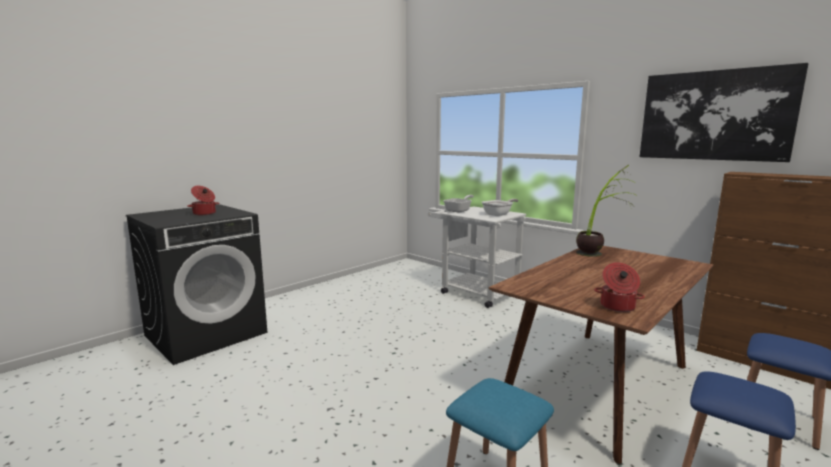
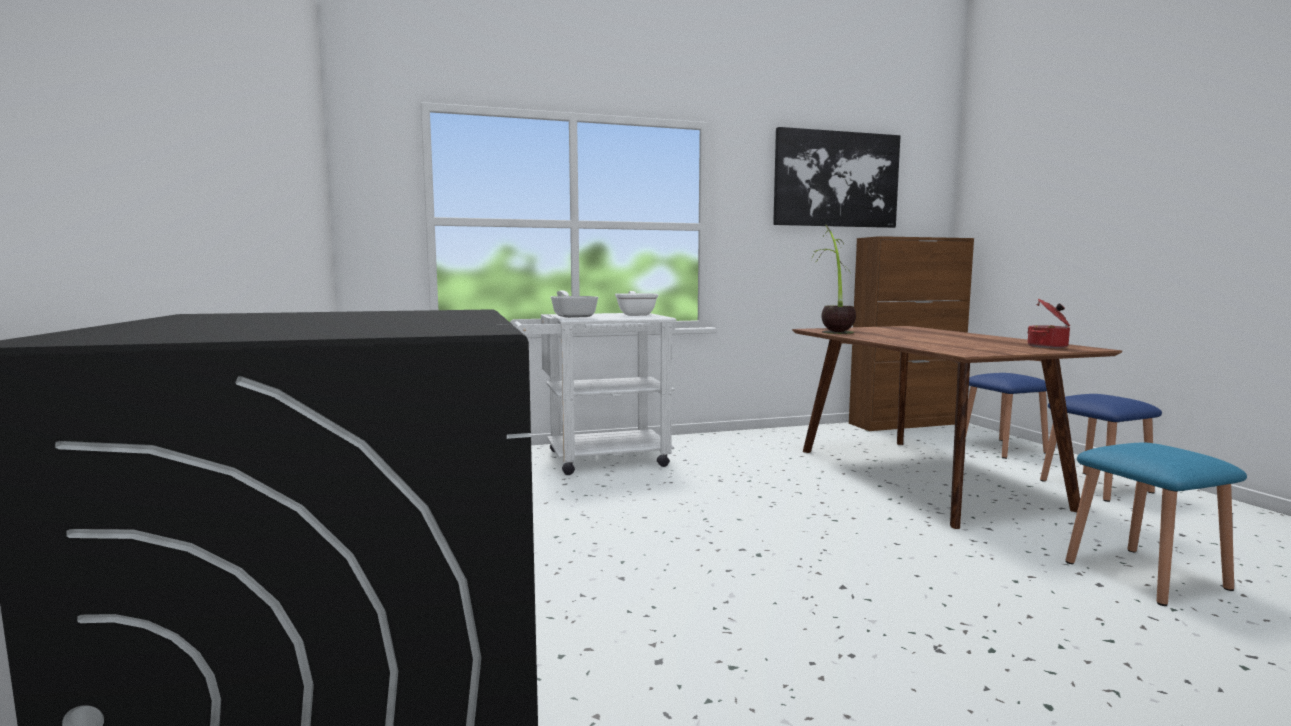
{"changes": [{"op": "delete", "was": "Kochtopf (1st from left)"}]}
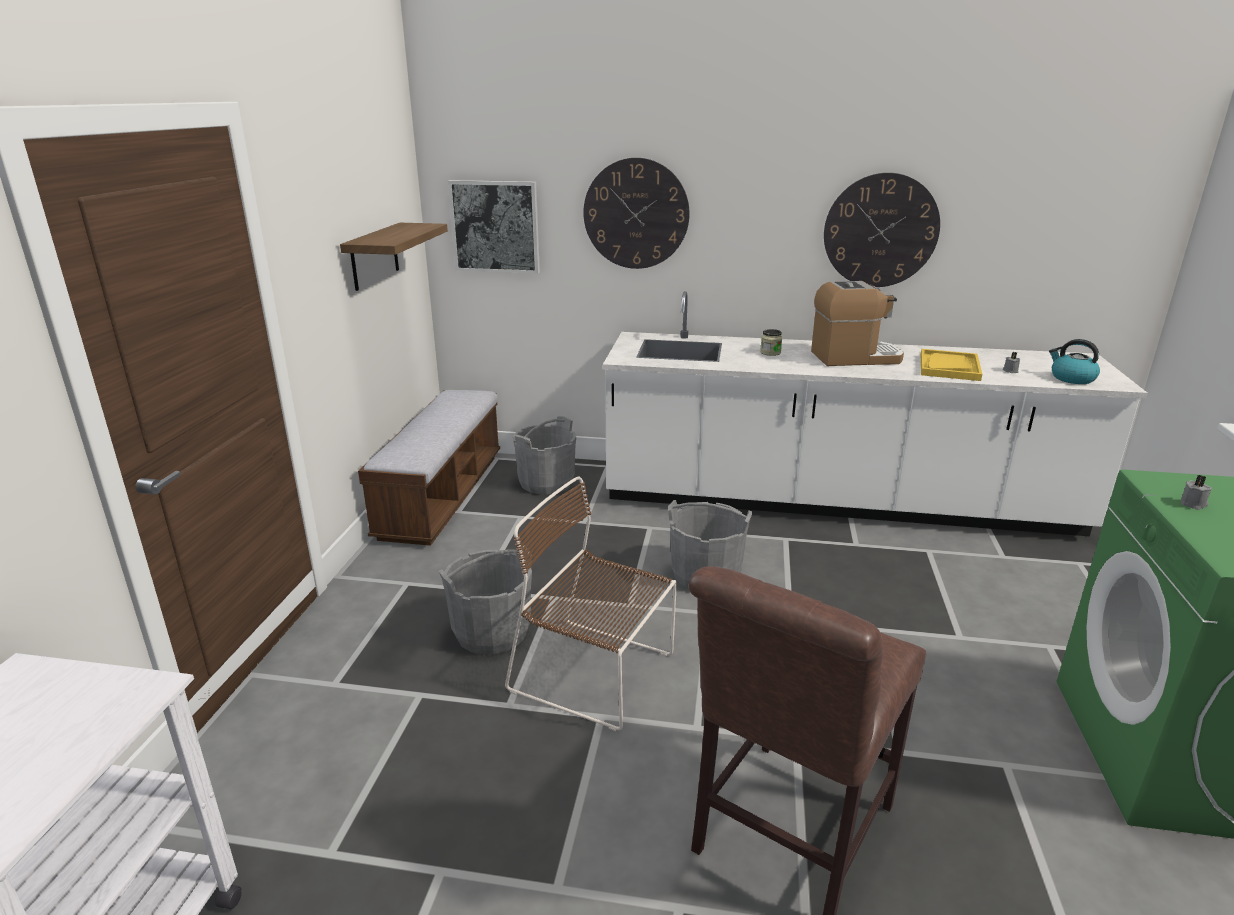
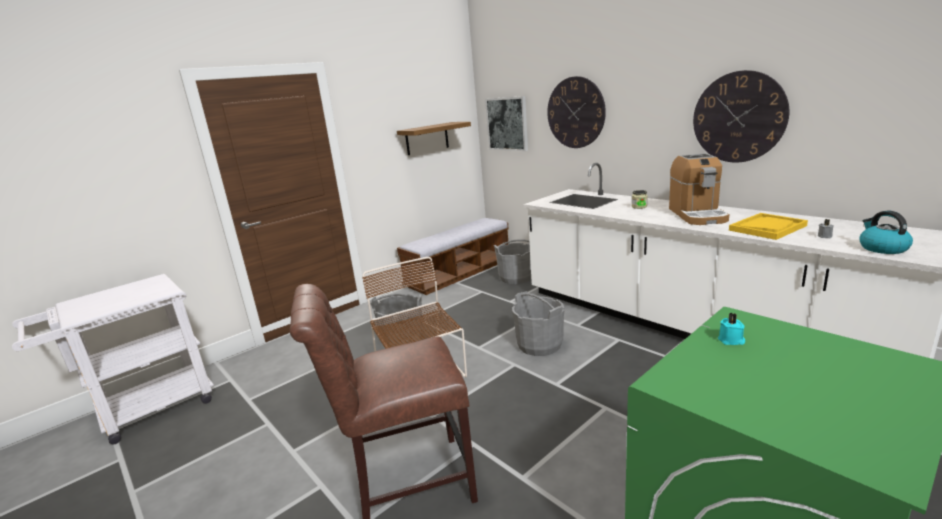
{"changes": [{"op": "recolor", "was": "Kerze/grau (2nd from left)", "now": "Kerze/türkis"}, {"op": "rotate", "was": "Kaffeemaschine", "clockwise": 60}]}
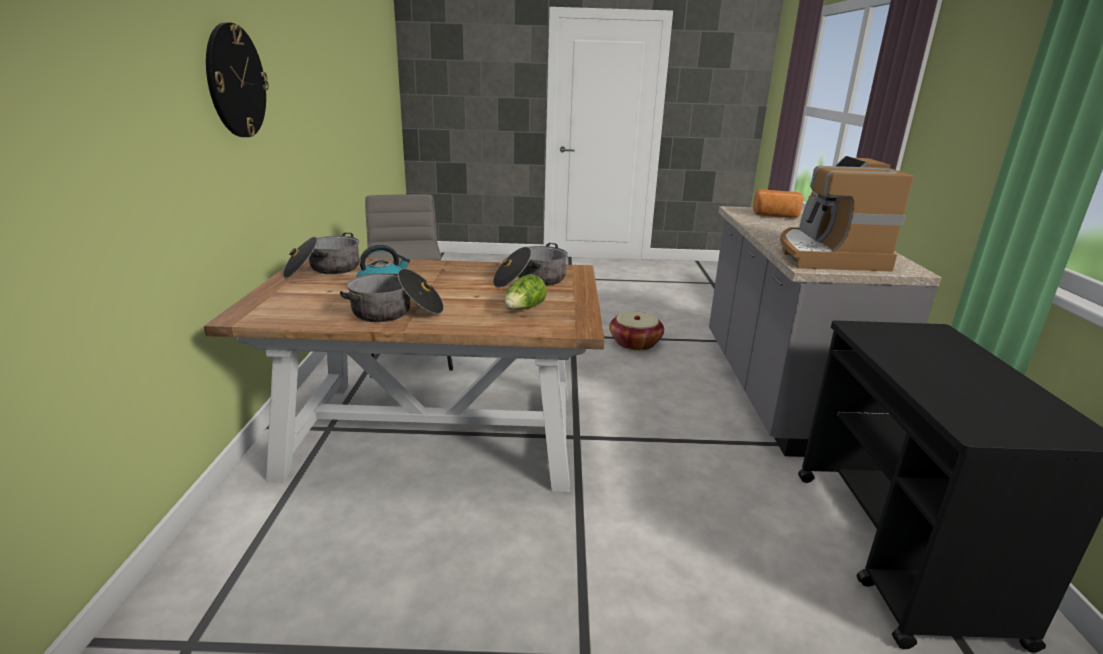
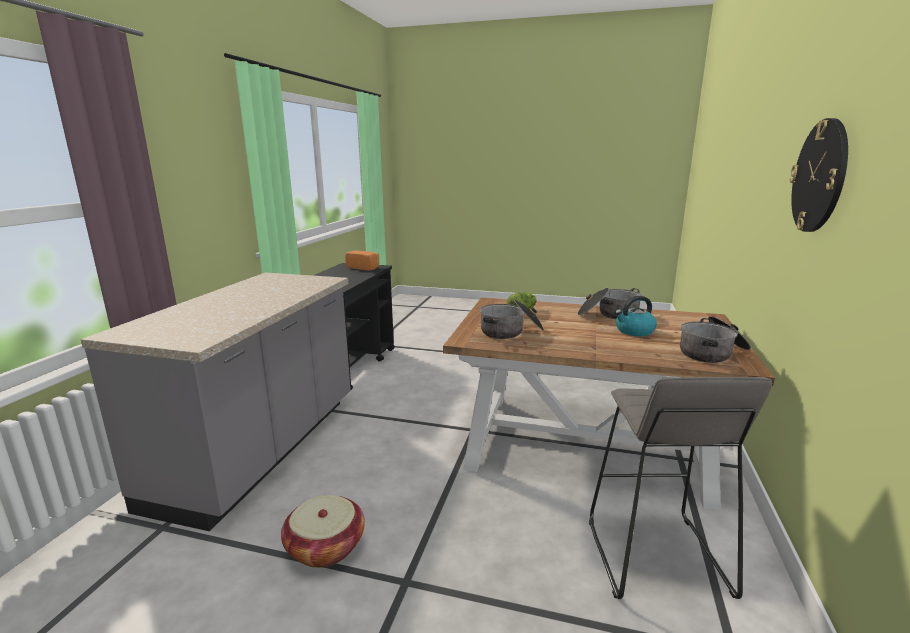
{"changes": [{"op": "delete", "was": "Kaffeemaschine"}, {"op": "move", "was": "Brot"}]}
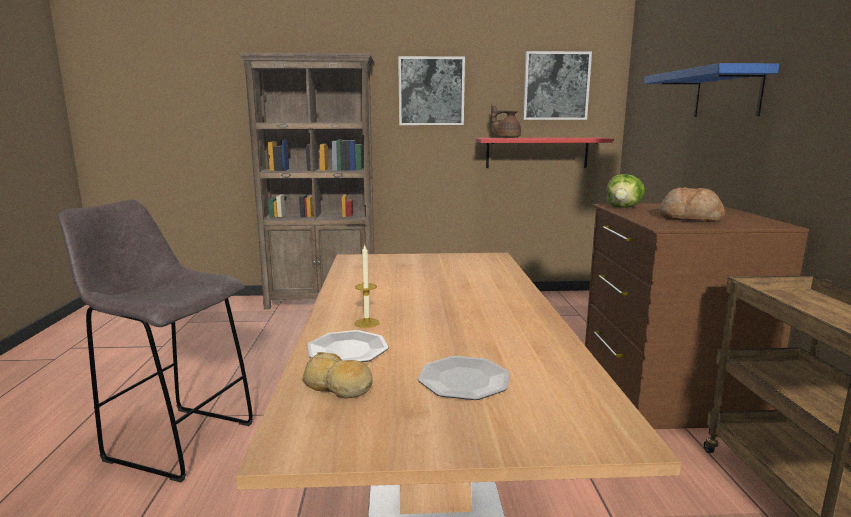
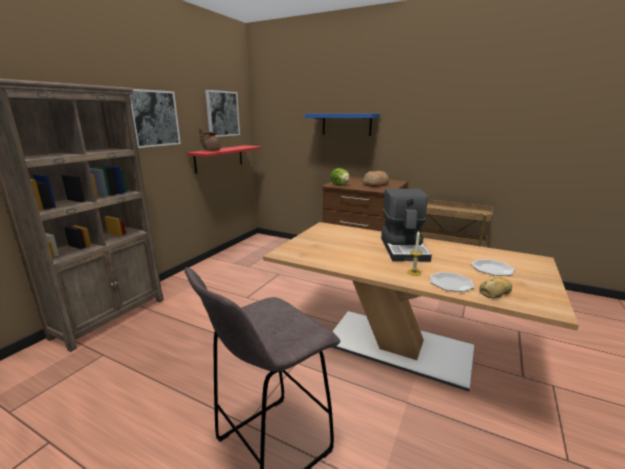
{"changes": [{"op": "insert", "now": "Kaffeemaschine"}]}
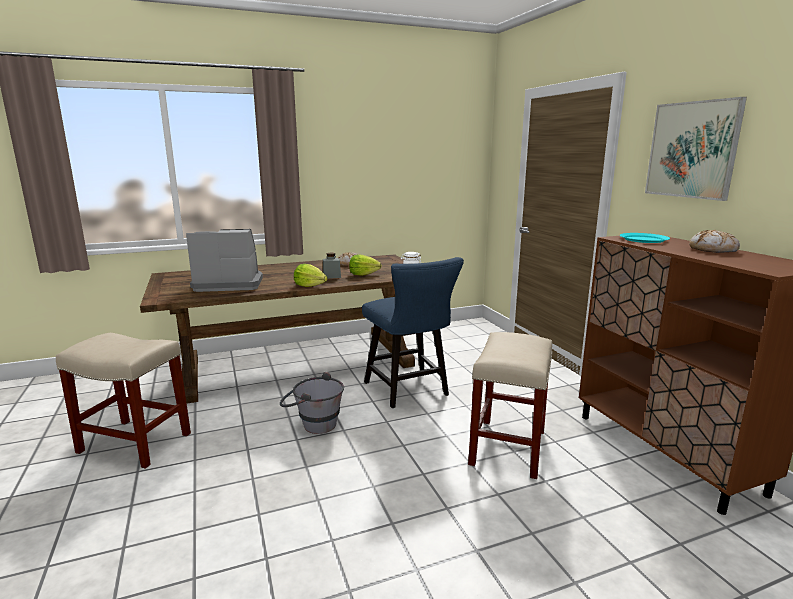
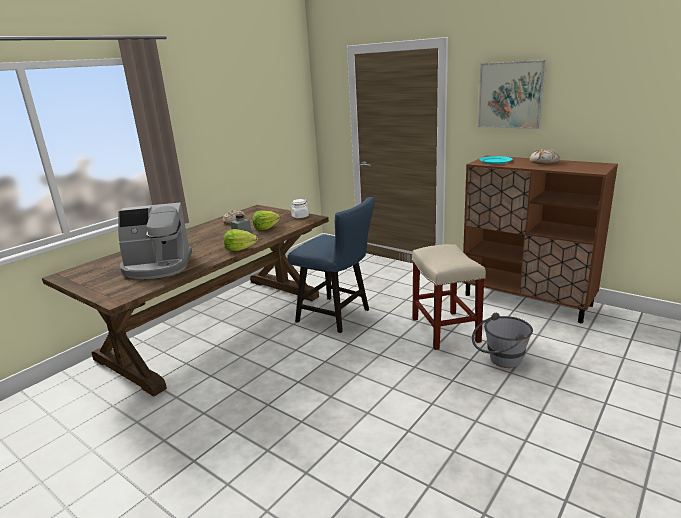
{"changes": [{"op": "delete", "was": "Hocker/beige (1st from left)"}, {"op": "move", "was": "Eimer/grau"}, {"op": "rotate", "was": "Kaffeemaschine", "clockwise": -150}]}
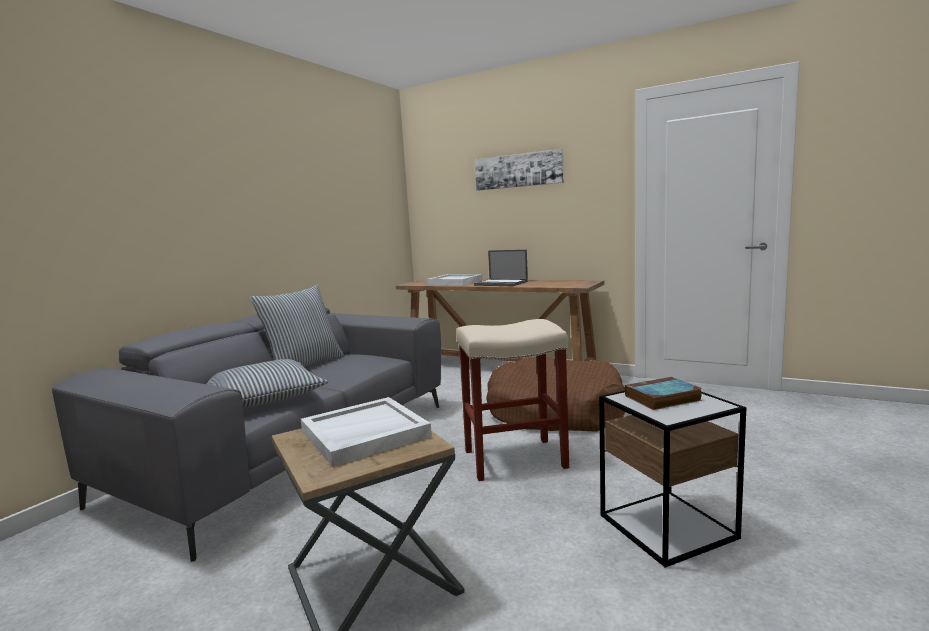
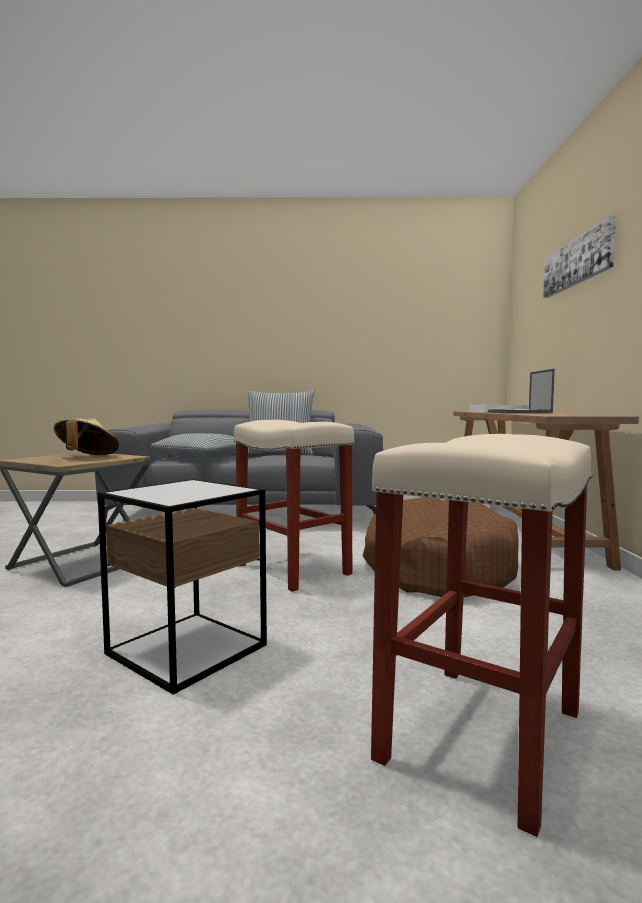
{"changes": [{"op": "delete", "was": "Buch"}, {"op": "insert", "now": "Hocker/beige (2nd from left)"}, {"op": "replace", "was": "Tablett/weiß (1st from left)", "now": "Hut/beige"}]}
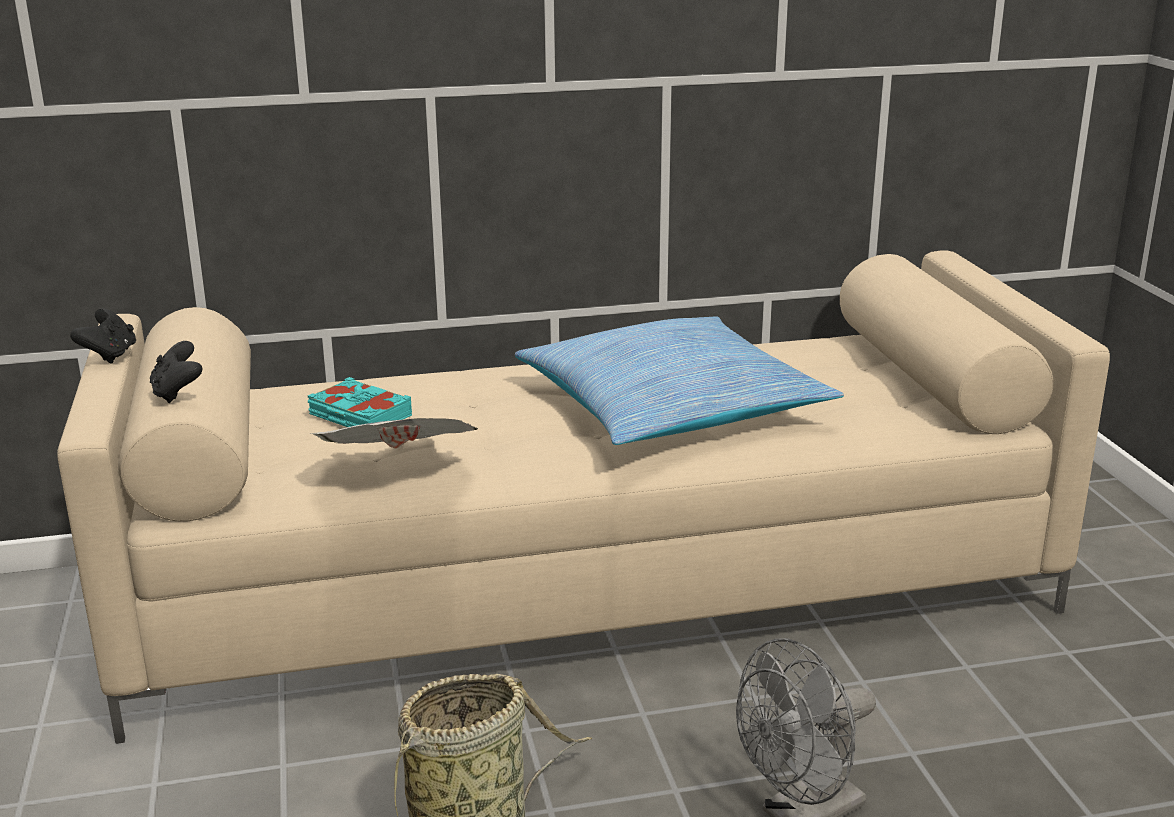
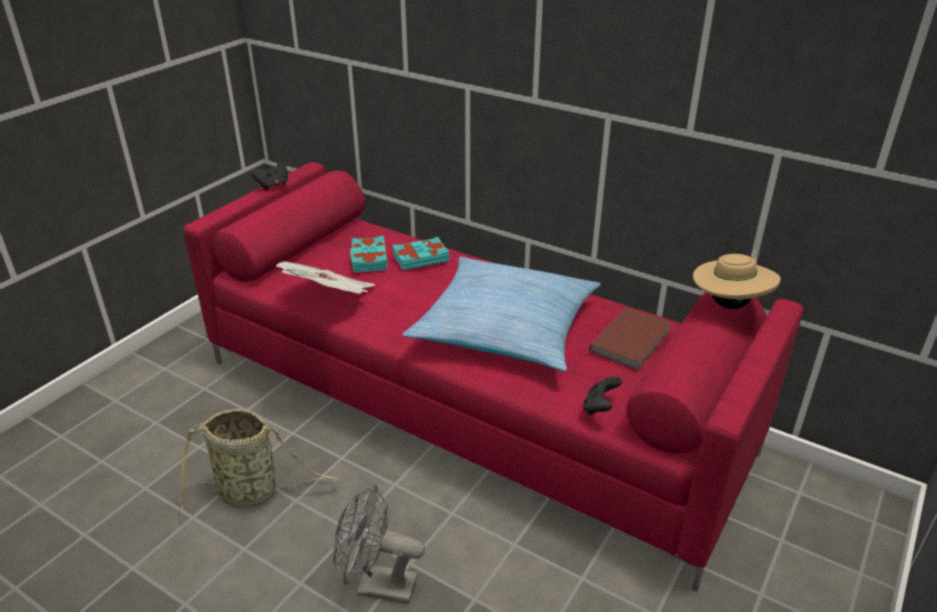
{"changes": [{"op": "insert", "now": "Buch/türkis (2nd from left)"}, {"op": "insert", "now": "Buch/braun"}, {"op": "insert", "now": "Hut/beige"}, {"op": "move", "was": "Gamepad/schwarz (2nd from left)"}, {"op": "recolor", "was": "Sofa/beige", "now": "Sofa/rot"}]}
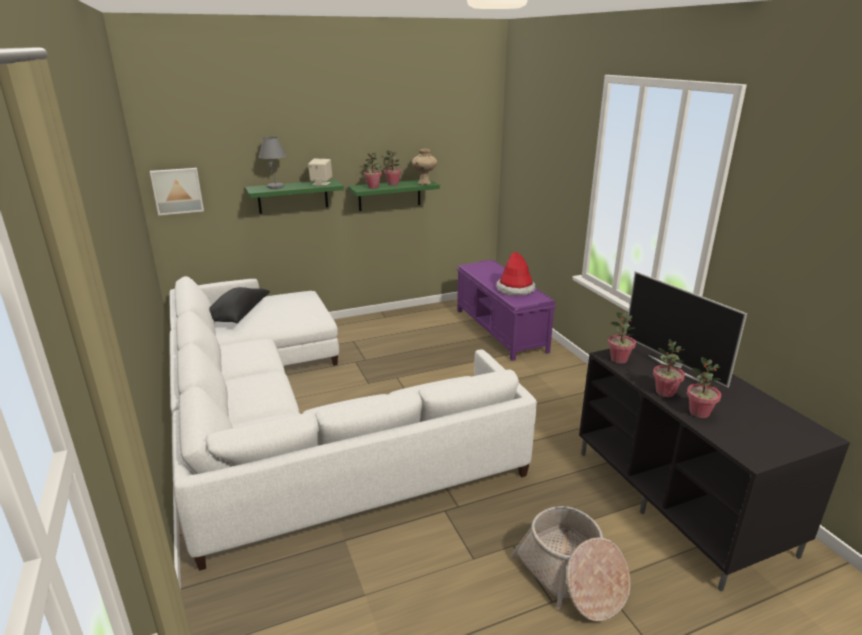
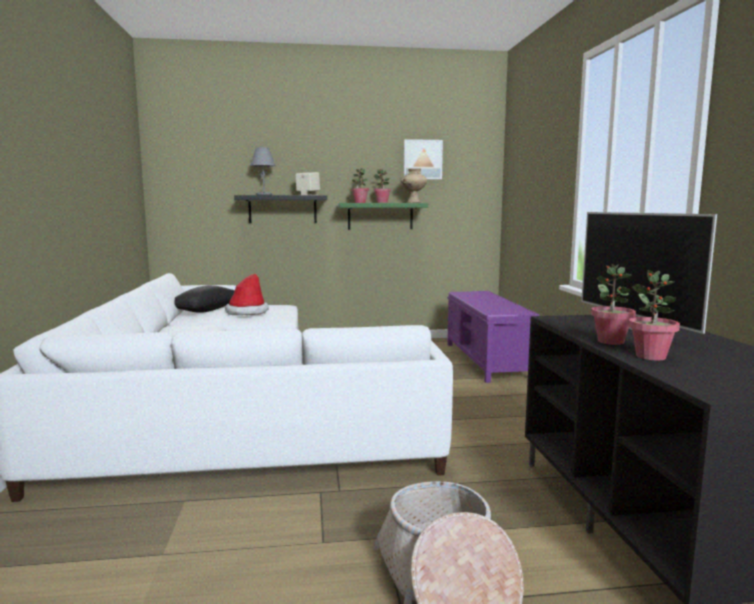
{"changes": [{"op": "delete", "was": "Topfpflanze (3rd from left)"}, {"op": "move", "was": "Bild"}, {"op": "move", "was": "Hut"}, {"op": "recolor", "was": "Wandregal/grün (1st from left)", "now": "Wandregal/schwarz"}]}
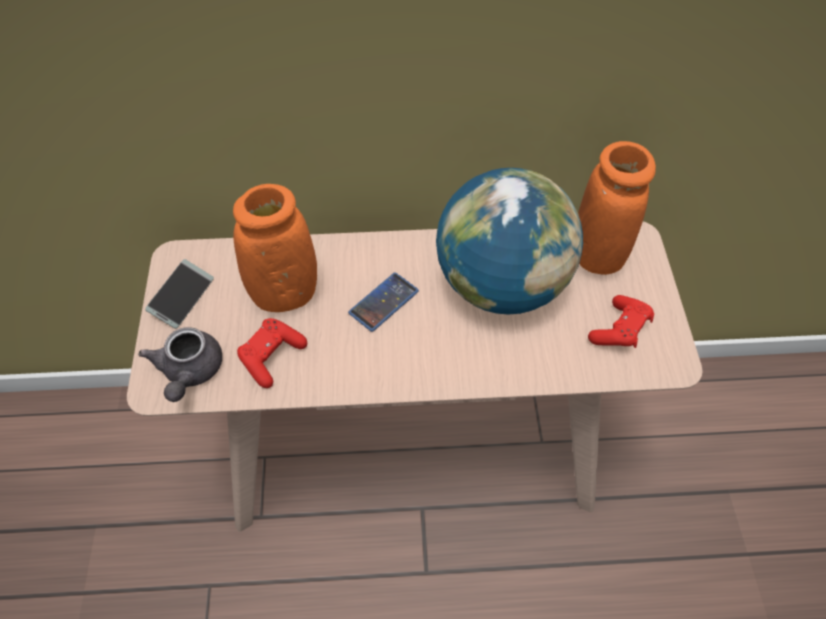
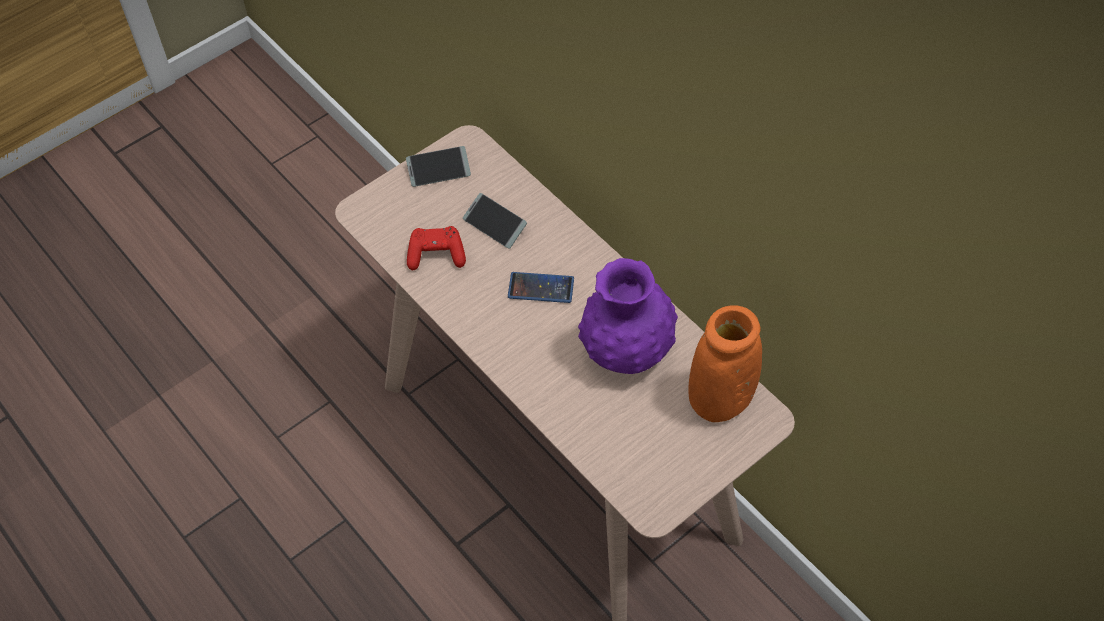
{"changes": [{"op": "delete", "was": "Teekanne/grau"}, {"op": "delete", "was": "Gamepad/rot (2nd from left)"}, {"op": "replace", "was": "Vase/orange (1st from left)", "now": "Handy (2nd from left)"}, {"op": "replace", "was": "Globus", "now": "Vase/lila"}]}
